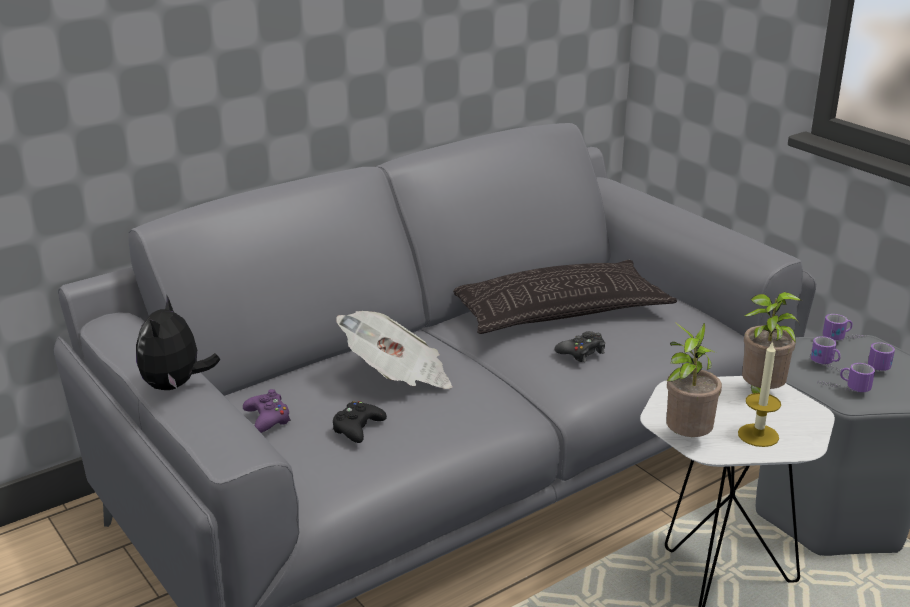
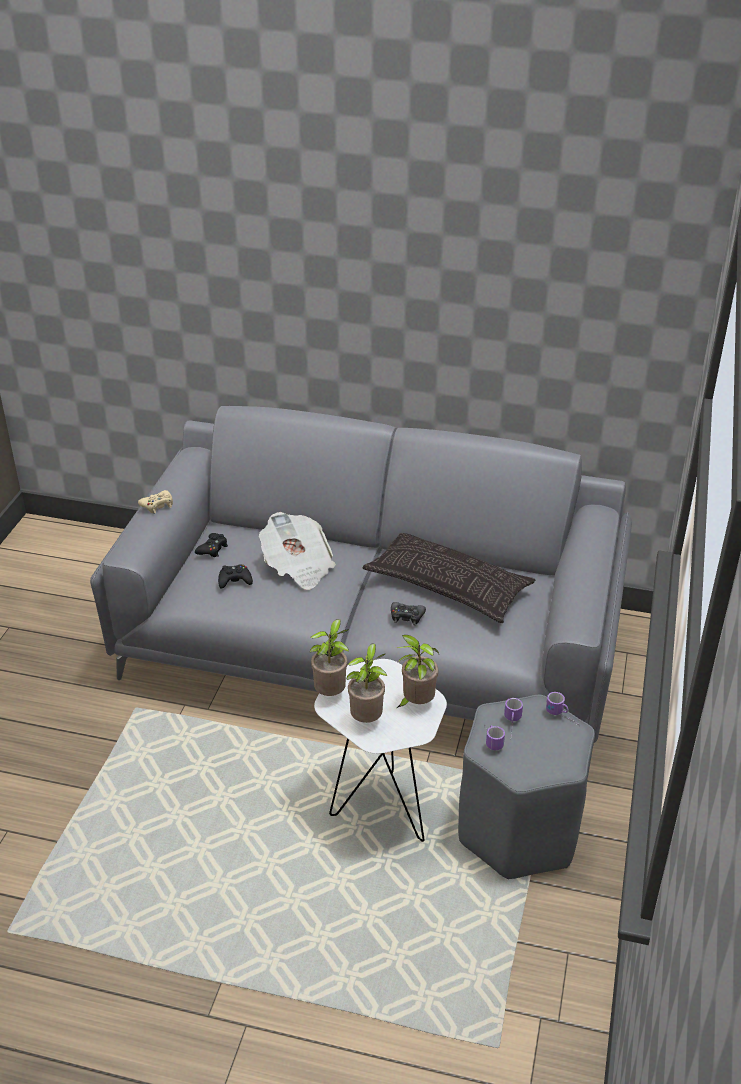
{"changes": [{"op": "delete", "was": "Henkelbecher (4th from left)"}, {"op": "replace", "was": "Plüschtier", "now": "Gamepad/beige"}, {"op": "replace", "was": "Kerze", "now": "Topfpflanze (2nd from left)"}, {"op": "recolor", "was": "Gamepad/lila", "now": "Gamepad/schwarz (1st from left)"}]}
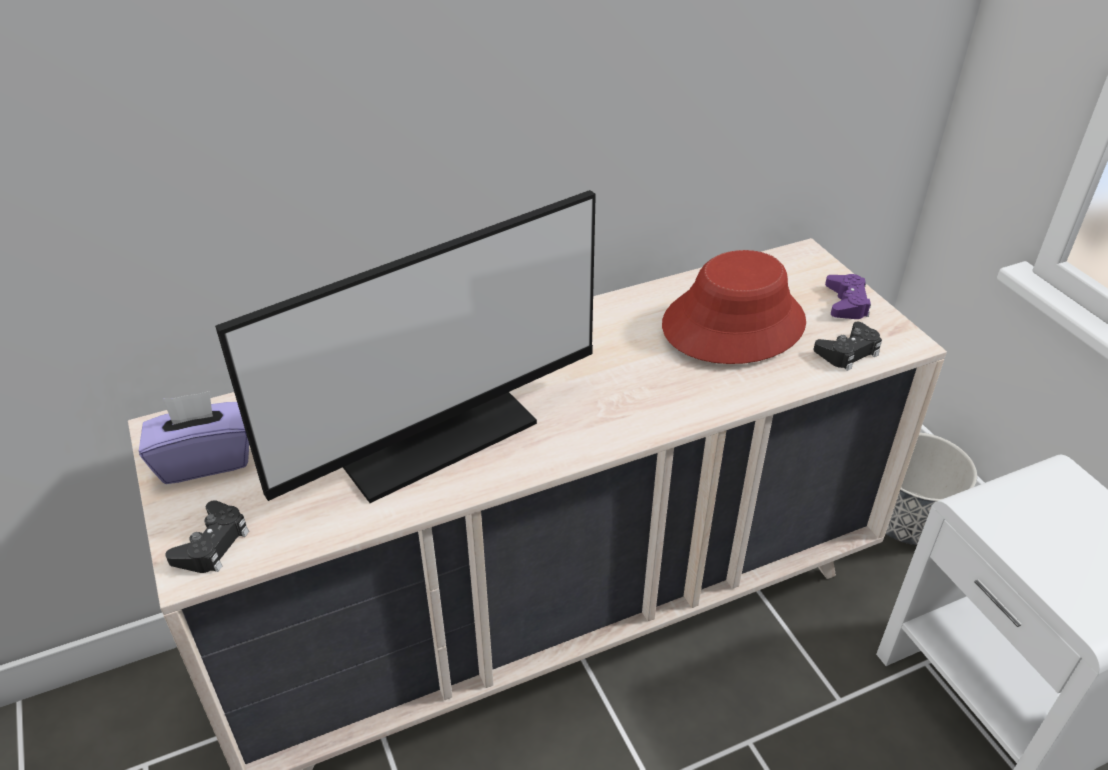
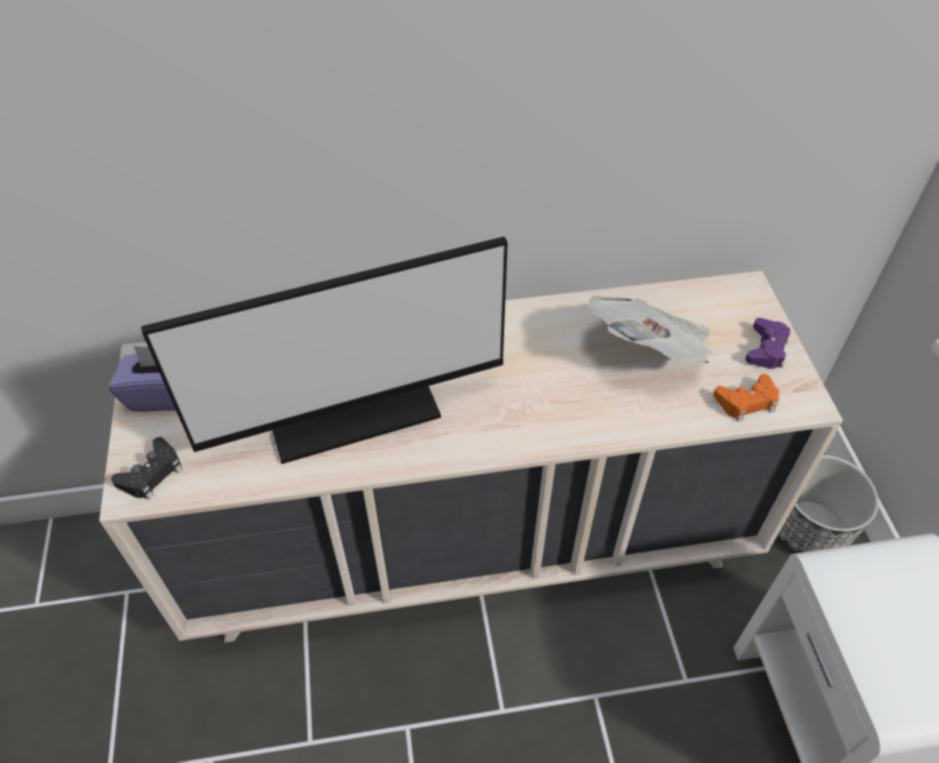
{"changes": [{"op": "replace", "was": "Hut/rot", "now": "Zeitung"}, {"op": "recolor", "was": "Gamepad/schwarz (2nd from left)", "now": "Gamepad/orange"}]}
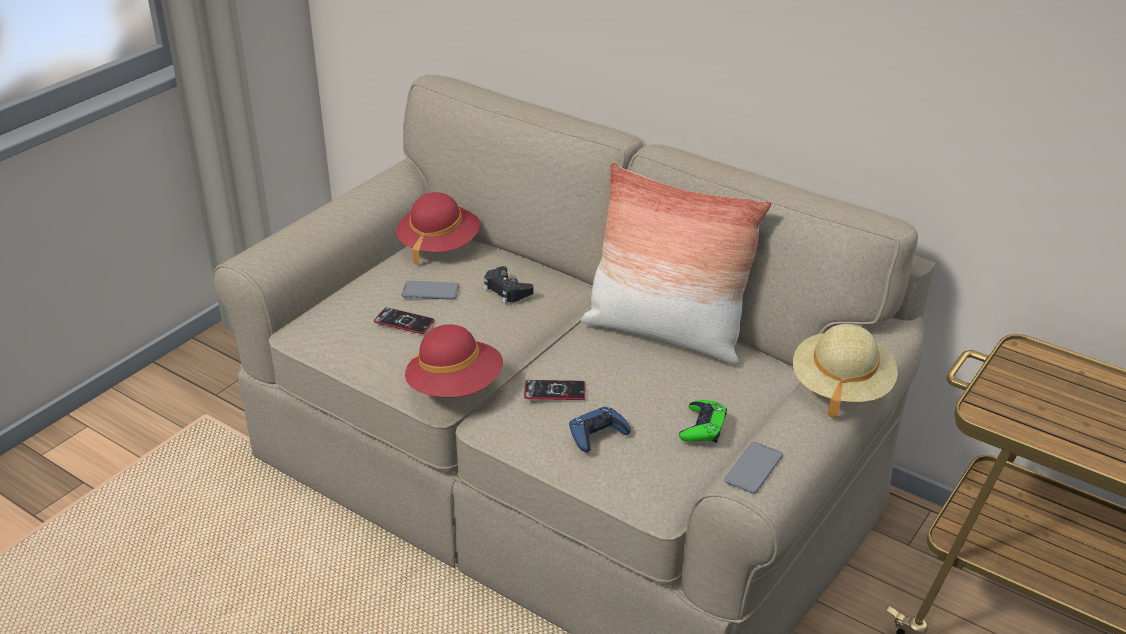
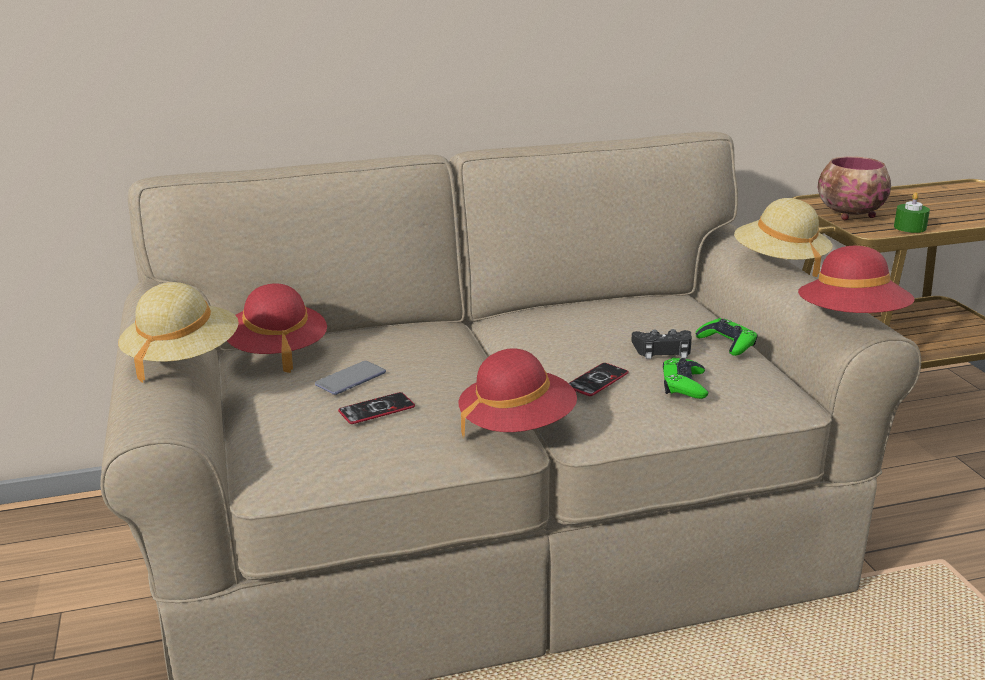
{"changes": [{"op": "delete", "was": "Kissen"}, {"op": "insert", "now": "Hut/beige (1st from left)"}, {"op": "insert", "now": "Schüssel"}, {"op": "insert", "now": "Kerze/grün"}, {"op": "move", "was": "Gamepad/schwarz"}, {"op": "replace", "was": "Handy (4th from left)", "now": "Hut/rot (3rd from left)"}, {"op": "recolor", "was": "Gamepad/blau", "now": "Gamepad/grün (1st from left)"}]}
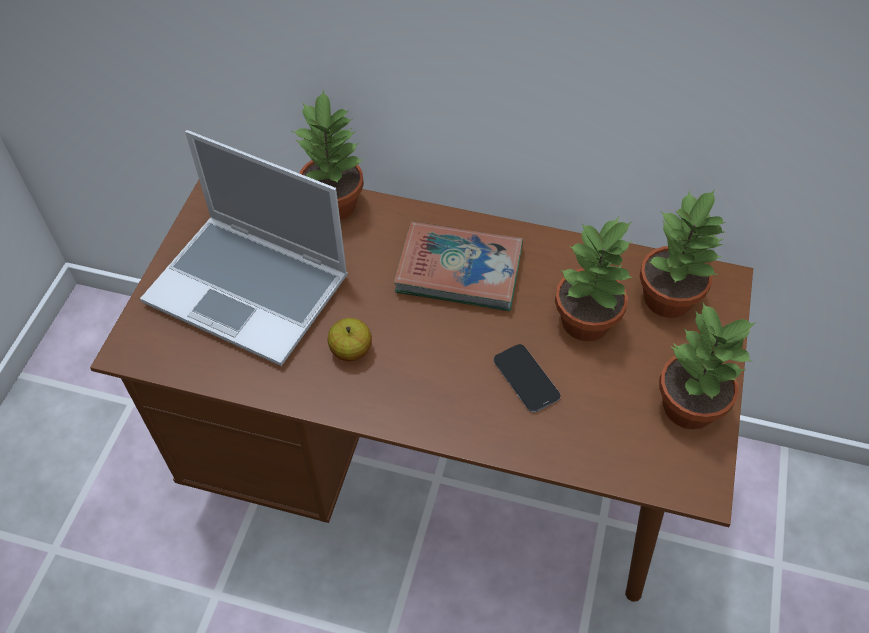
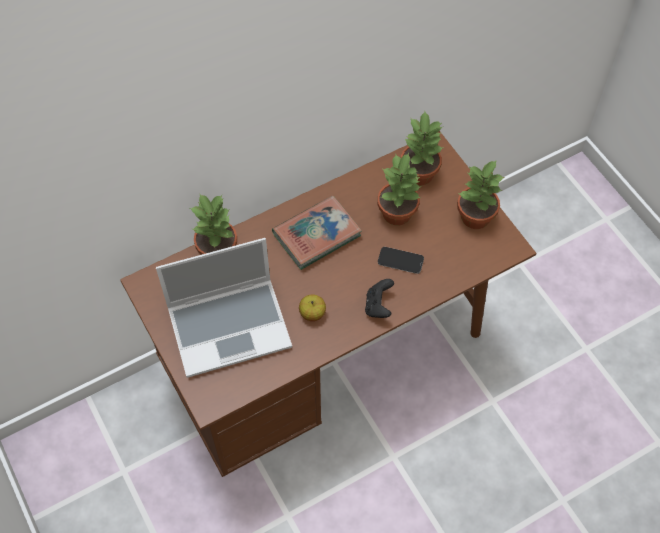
{"changes": [{"op": "insert", "now": "Gamepad/schwarz"}]}
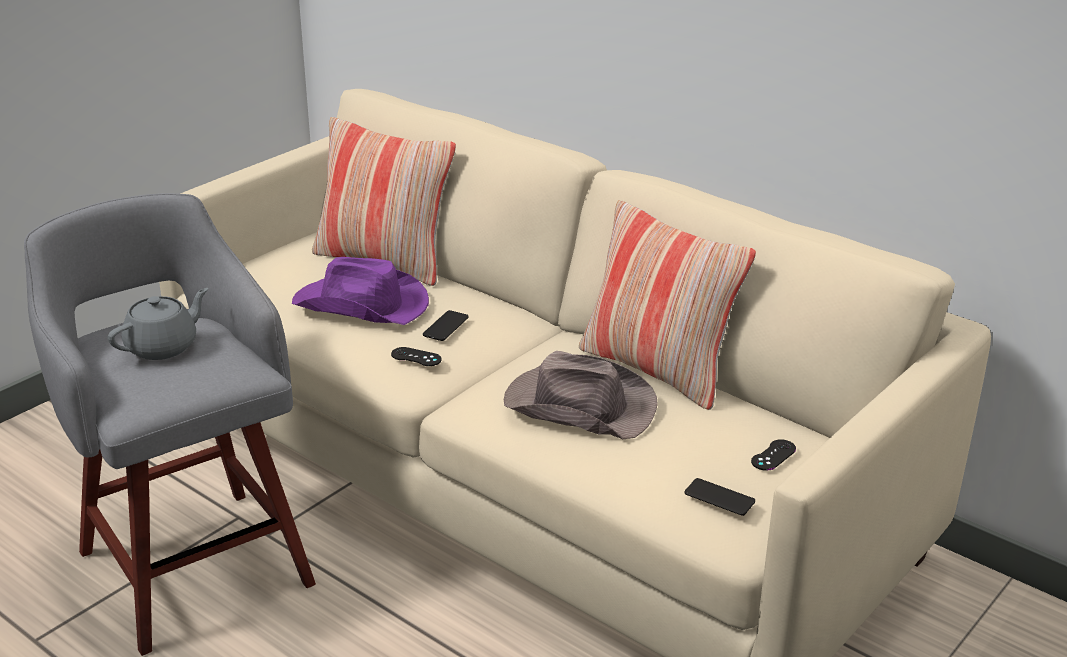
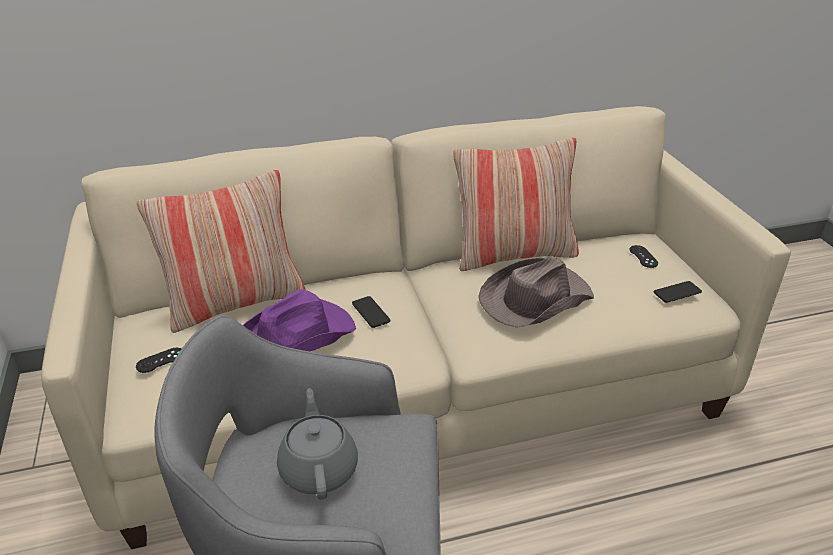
{"changes": [{"op": "move", "was": "Gamepad/schwarz (1st from left)"}]}
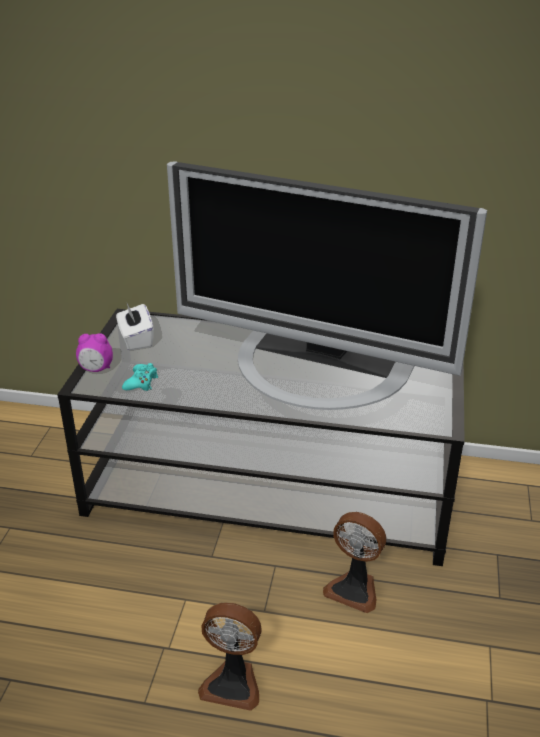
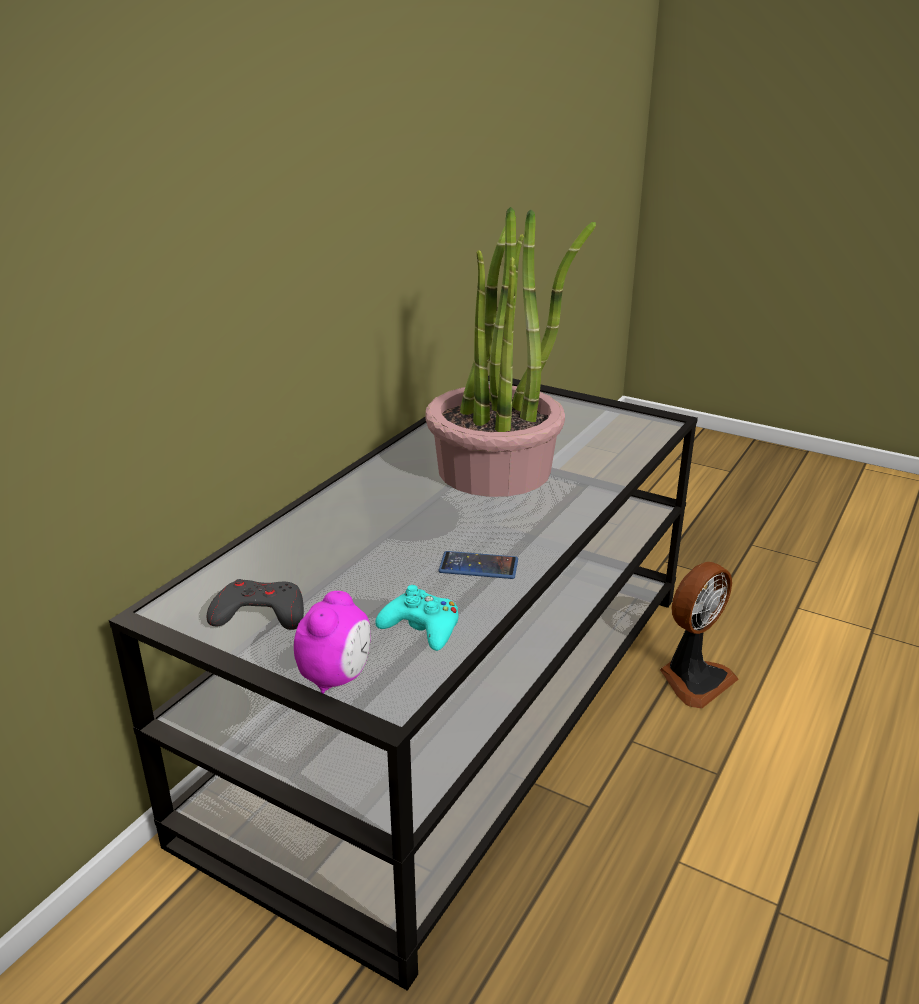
{"changes": [{"op": "delete", "was": "Ventilator (1st from left)"}, {"op": "insert", "now": "Handy"}, {"op": "replace", "was": "Taschentuchbox/weiß", "now": "Gamepad/grau"}, {"op": "replace", "was": "Fernseher", "now": "Topfpflanze"}]}
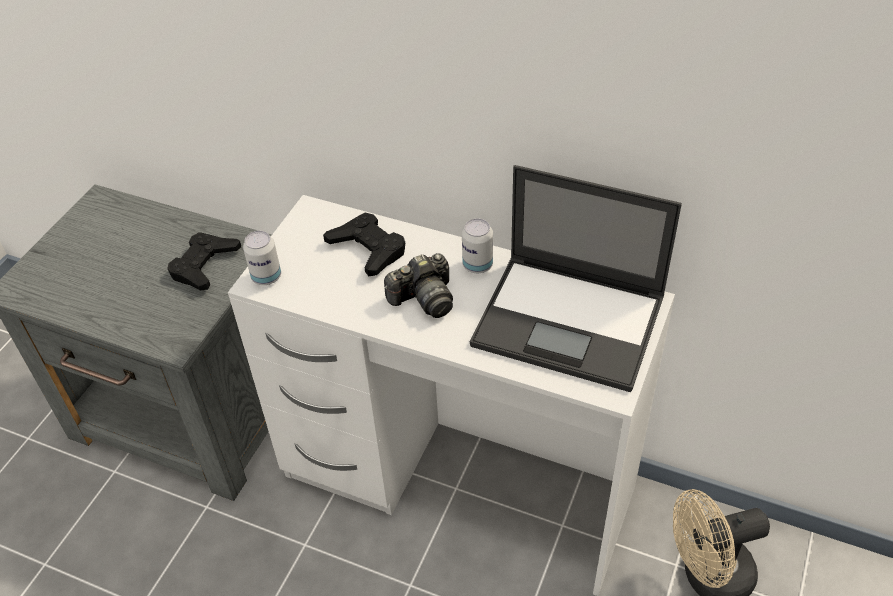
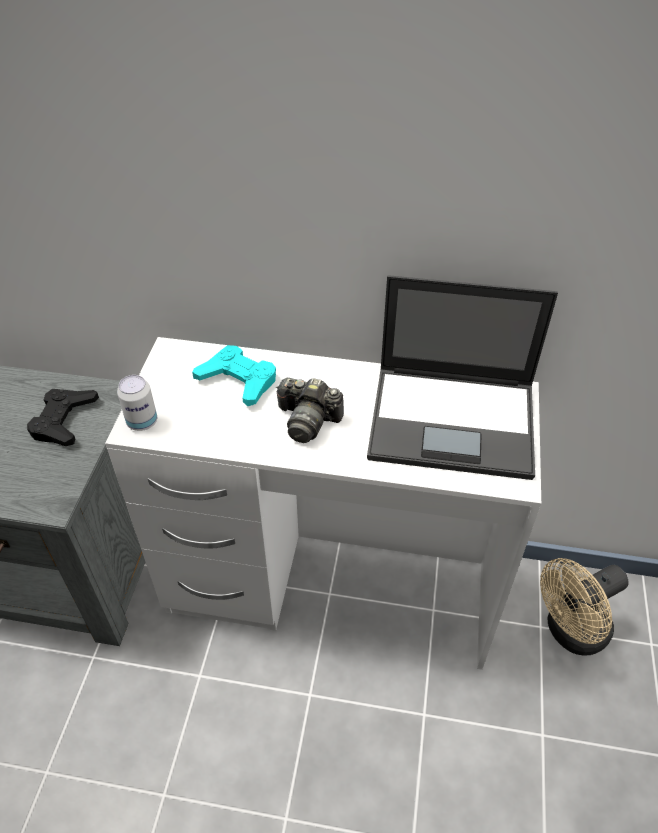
{"changes": [{"op": "delete", "was": "Dose (2nd from left)"}, {"op": "recolor", "was": "Gamepad/schwarz (2nd from left)", "now": "Gamepad/türkis"}, {"op": "rotate", "was": "Kamera", "clockwise": 60}]}
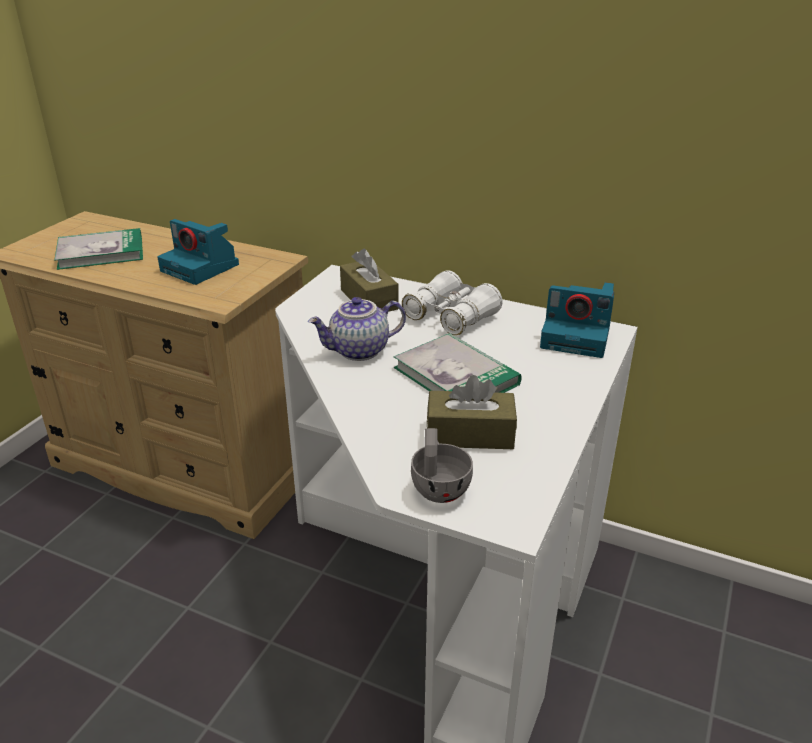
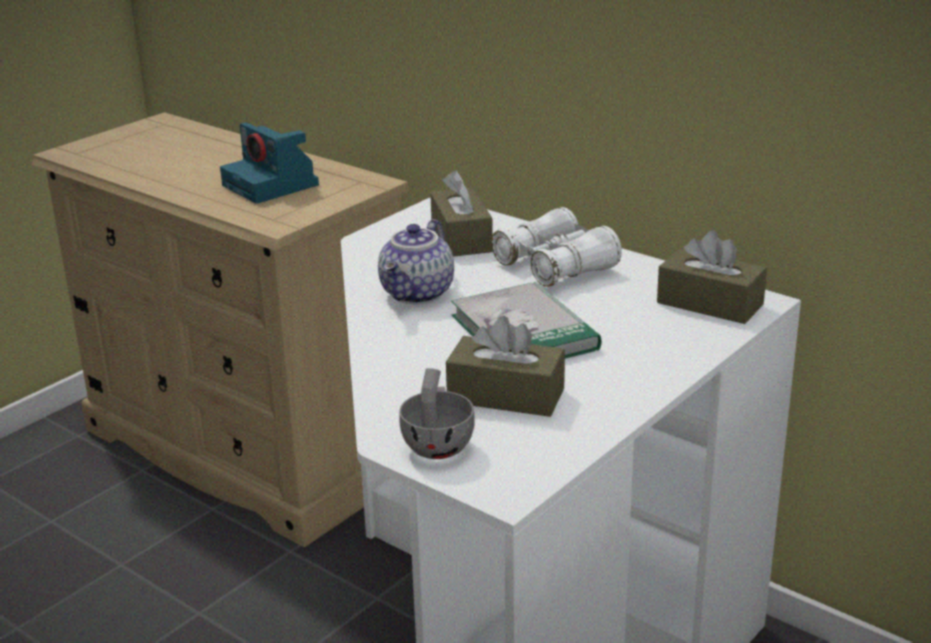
{"changes": [{"op": "delete", "was": "Buch (1st from left)"}, {"op": "replace", "was": "Kamera (2nd from left)", "now": "Taschentuchbox/braun (3rd from left)"}, {"op": "rotate", "was": "Teekanne", "clockwise": -60}]}
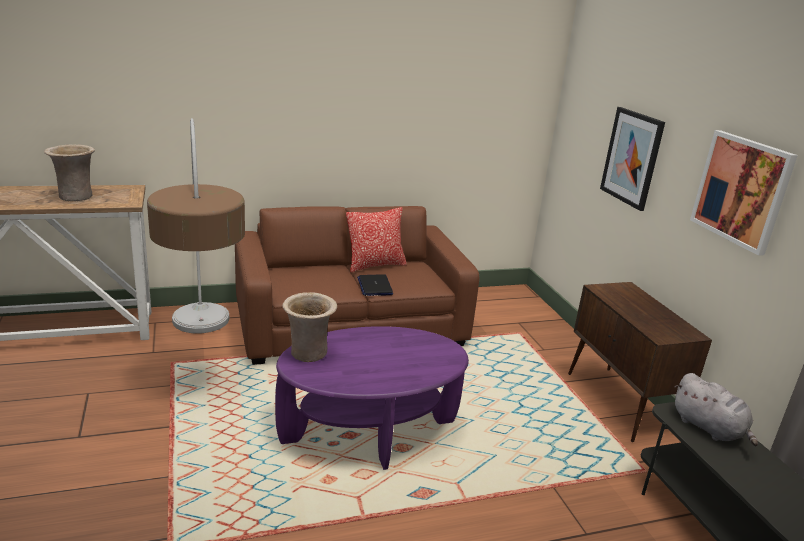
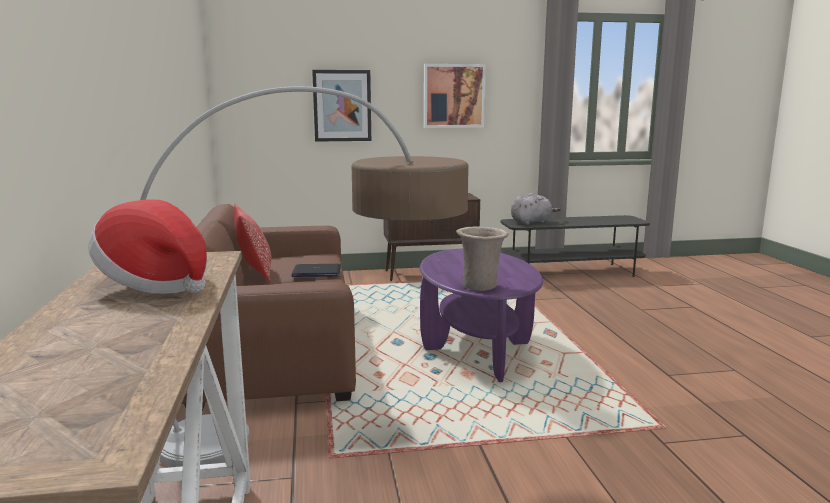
{"changes": [{"op": "replace", "was": "Vase/beige (1st from left)", "now": "Hut"}]}
